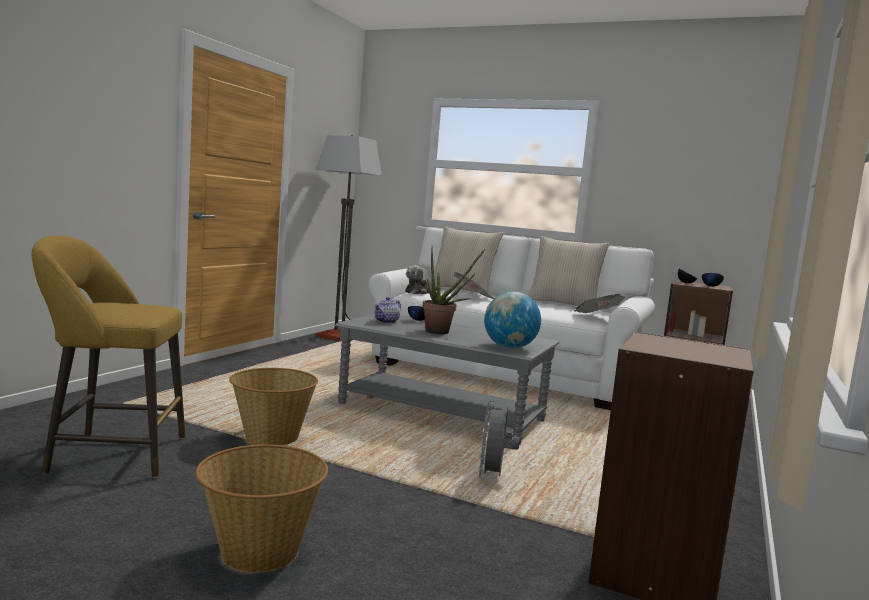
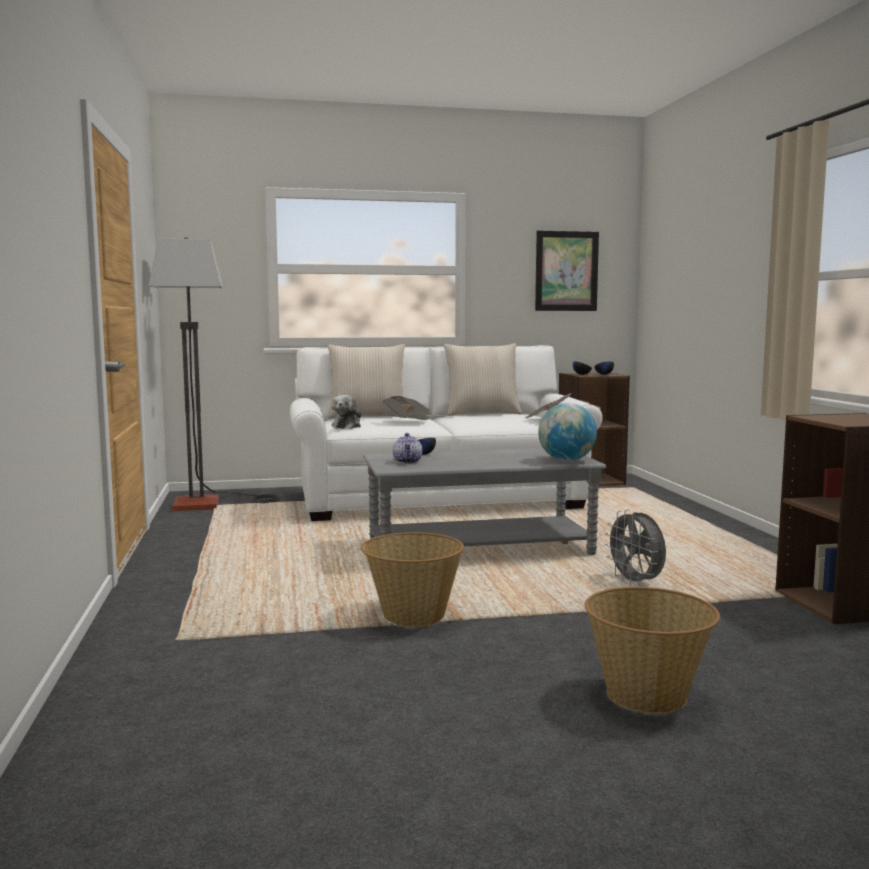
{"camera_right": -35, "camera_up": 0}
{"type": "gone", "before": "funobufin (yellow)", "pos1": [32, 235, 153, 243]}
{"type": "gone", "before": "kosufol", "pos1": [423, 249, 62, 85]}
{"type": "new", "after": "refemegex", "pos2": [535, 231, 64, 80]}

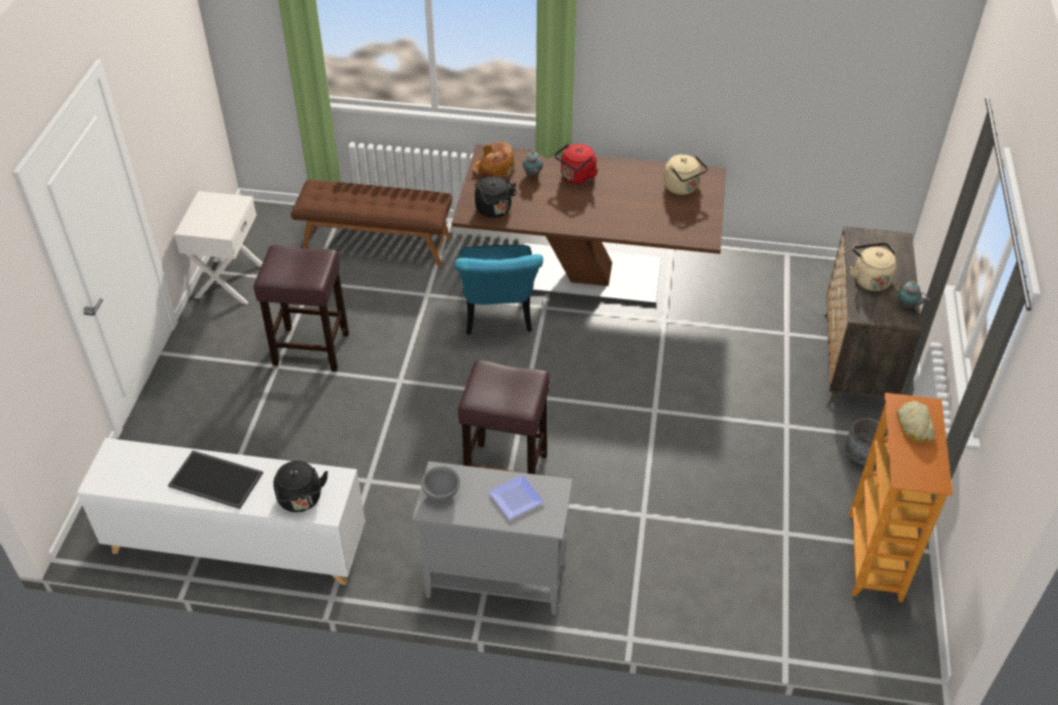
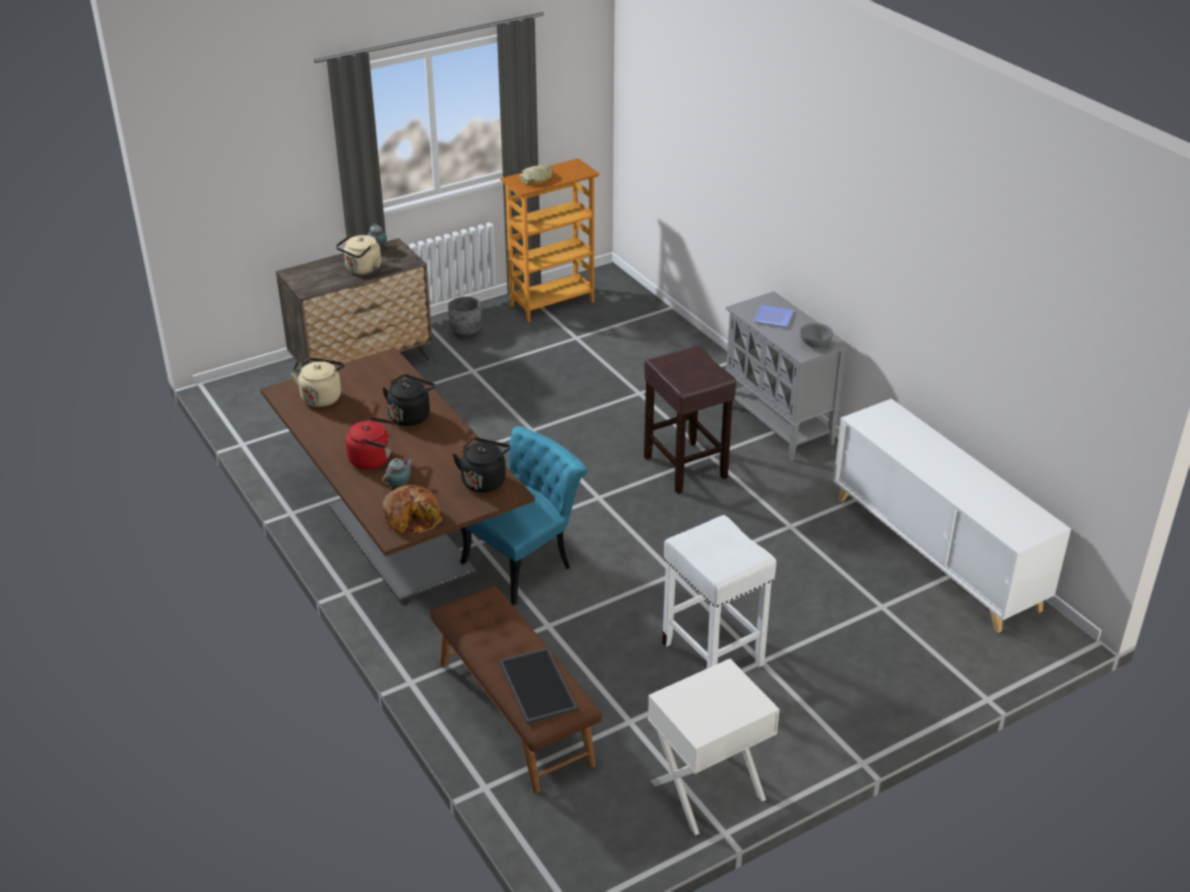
{"camera_right": -130, "camera_up": -10}
{"type": "shifted", "before": "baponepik", "pos1": [168, 450, 95, 59], "pos2": [499, 648, 79, 76]}
{"type": "repainted", "before": "funobufin (brown)", "after": "funobufin (white)", "pos1": [254, 245, 95, 127], "pos2": [662, 515, 114, 153]}
{"type": "shifted", "before": "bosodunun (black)", "pos1": [273, 461, 55, 51], "pos2": [382, 374, 54, 52]}

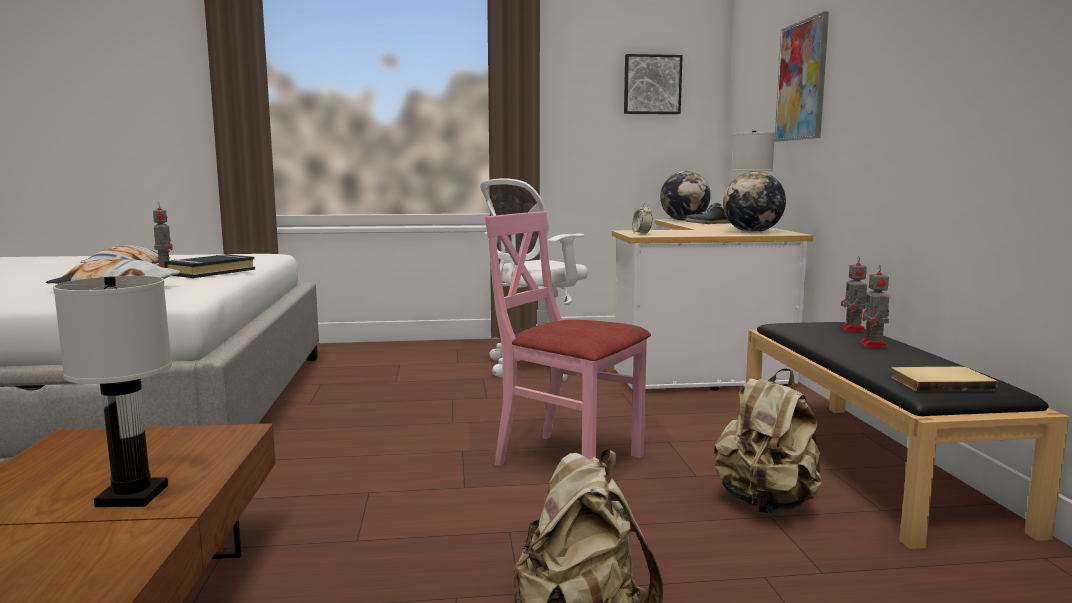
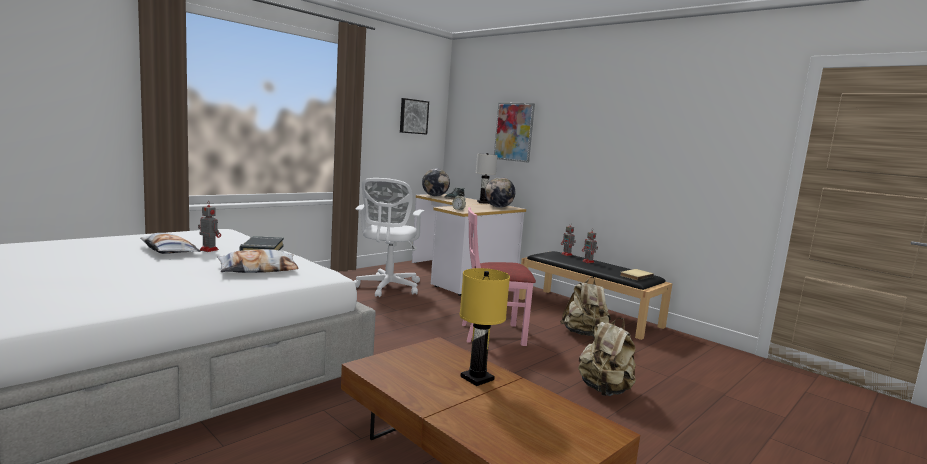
{"camera_right": -40, "camera_up": 0}
{"type": "repainted", "before": "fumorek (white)", "after": "fumorek (yellow)", "pos1": [53, 276, 119, 231], "pos2": [460, 268, 50, 118]}

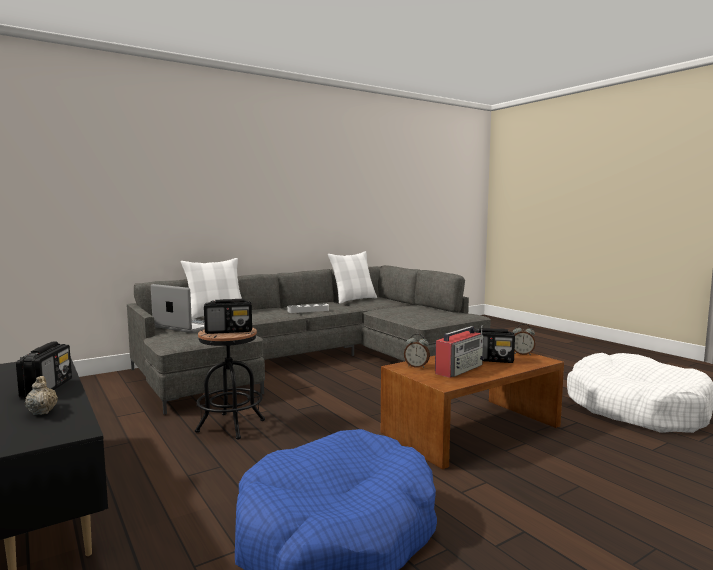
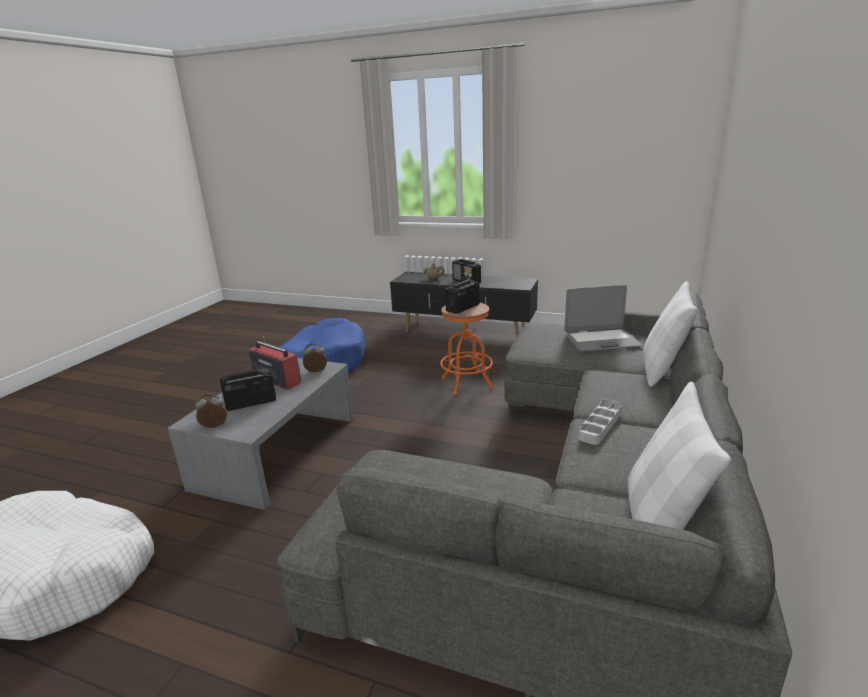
{"camera_right": 145, "camera_up": 15}
{"type": "repainted", "before": "funobufin (black)", "after": "funobufin (orange)", "pos1": [195, 327, 70, 113], "pos2": [440, 303, 53, 92]}
{"type": "repainted", "before": "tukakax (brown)", "after": "tukakax (grey)", "pos1": [381, 351, 183, 118], "pos2": [168, 358, 186, 152]}
{"type": "rotated", "before": "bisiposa", "pos1": [435, 325, 49, 53], "pos2": [249, 336, 52, 54], "turn": 120}

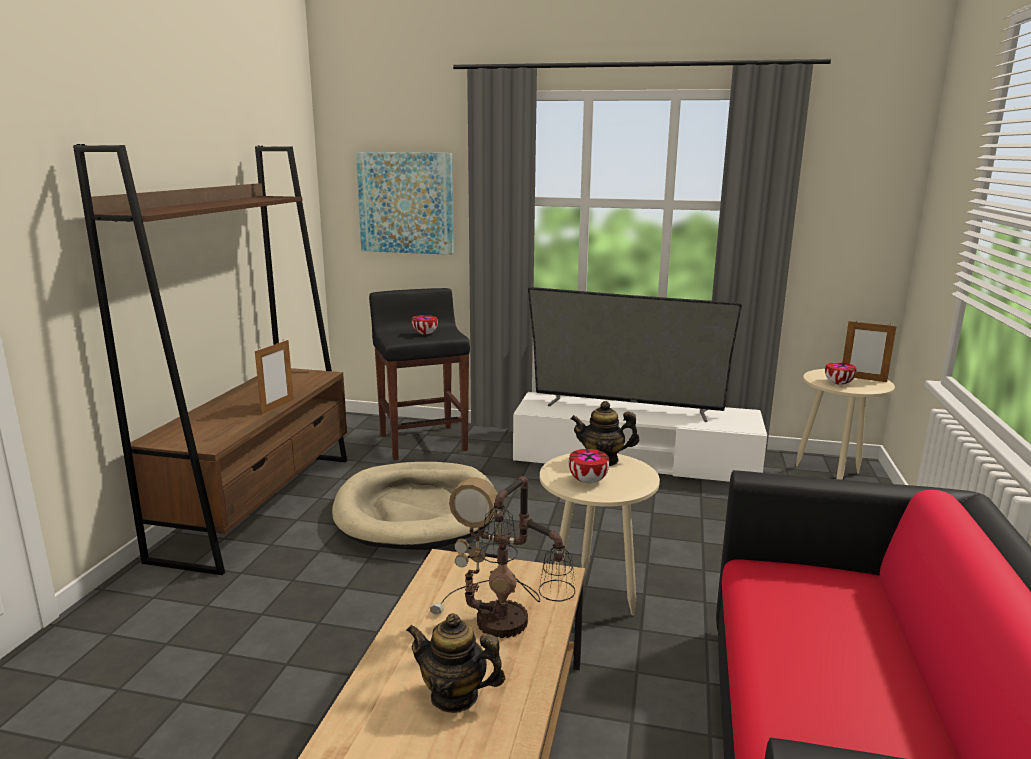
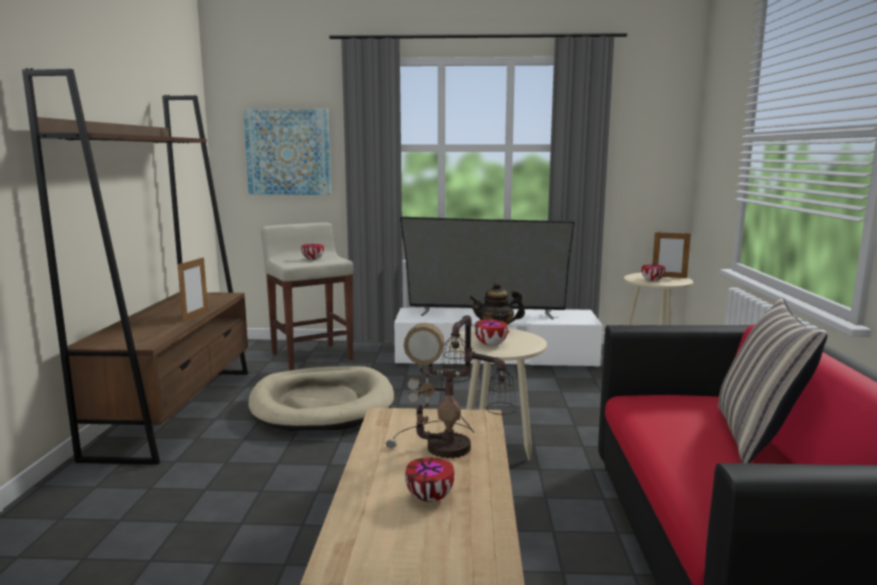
{"camera_right": -10, "camera_up": -5}
{"type": "repainted", "before": "funobufin (black)", "after": "funobufin (beige)", "pos1": [369, 288, 101, 172], "pos2": [261, 223, 92, 147]}
{"type": "swapped", "before": "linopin", "after": "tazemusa", "pos1": [406, 613, 99, 100], "pos2": [405, 457, 50, 45]}
{"type": "new", "after": "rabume", "pos2": [718, 297, 110, 166]}

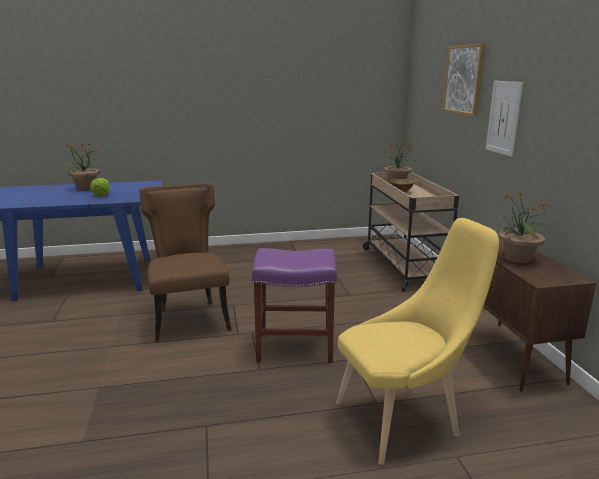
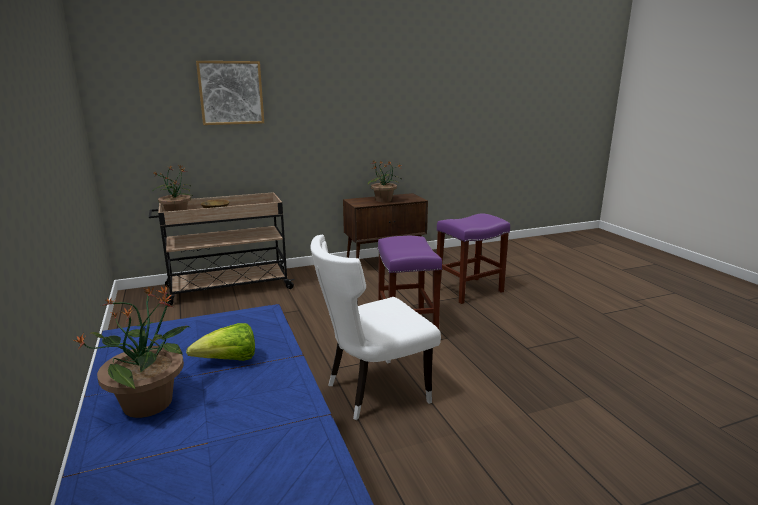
{"camera_right": -100, "camera_up": 0}
{"type": "repainted", "before": "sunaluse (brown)", "after": "sunaluse (white)", "pos1": [140, 183, 91, 159], "pos2": [310, 235, 131, 185]}
{"type": "swapped", "before": "sunaluse (yellow)", "after": "funobufin (purple)", "pos1": [336, 218, 163, 247], "pos2": [437, 213, 73, 91]}
{"type": "gone", "before": "refemegex", "pos1": [486, 81, 38, 76]}

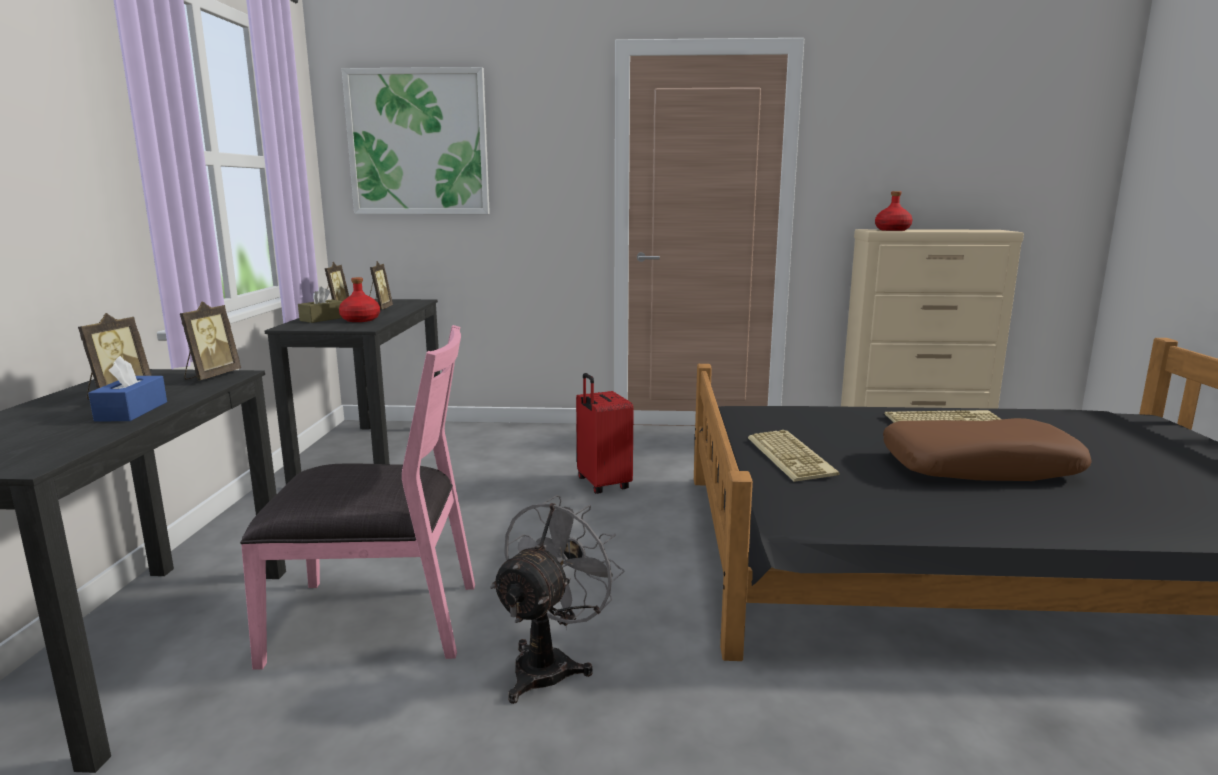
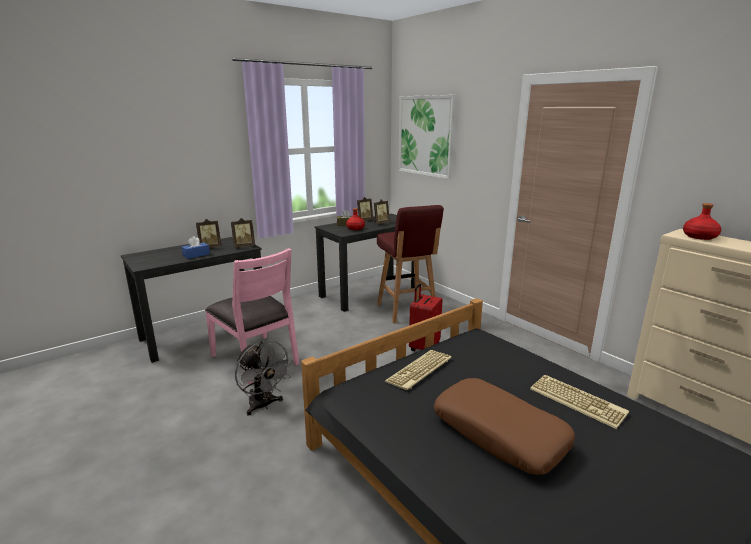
{"camera_right": 50, "camera_up": 5}
{"type": "rotated", "before": "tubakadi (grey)", "pos1": [490, 495, 134, 209], "pos2": [235, 340, 59, 76], "turn": 60}
{"type": "new", "after": "funobufin (red)", "pos2": [377, 205, 67, 119]}

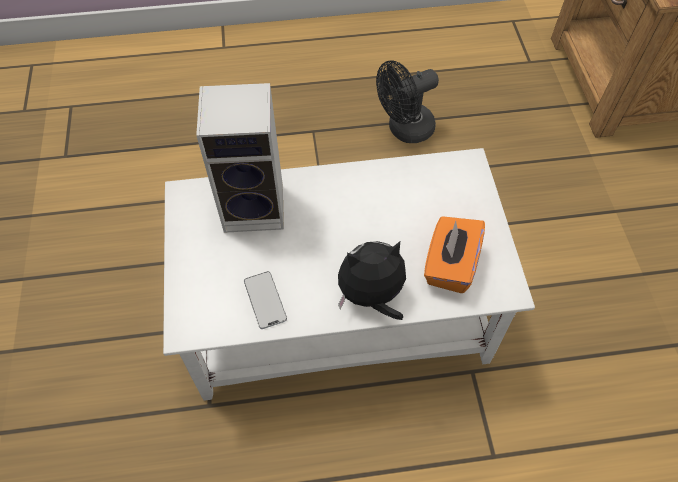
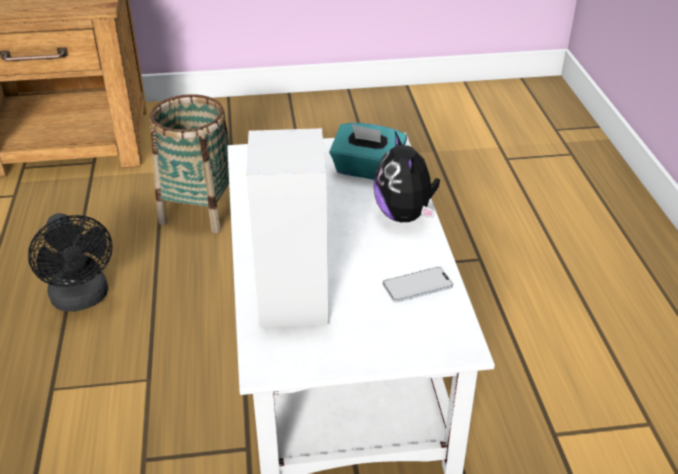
{"camera_right": -90, "camera_up": -20}
{"type": "repainted", "before": "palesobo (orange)", "after": "palesobo (turquoise)", "pos1": [424, 216, 61, 77], "pos2": [329, 123, 78, 57]}
{"type": "new", "after": "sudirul", "pos2": [150, 94, 80, 139]}

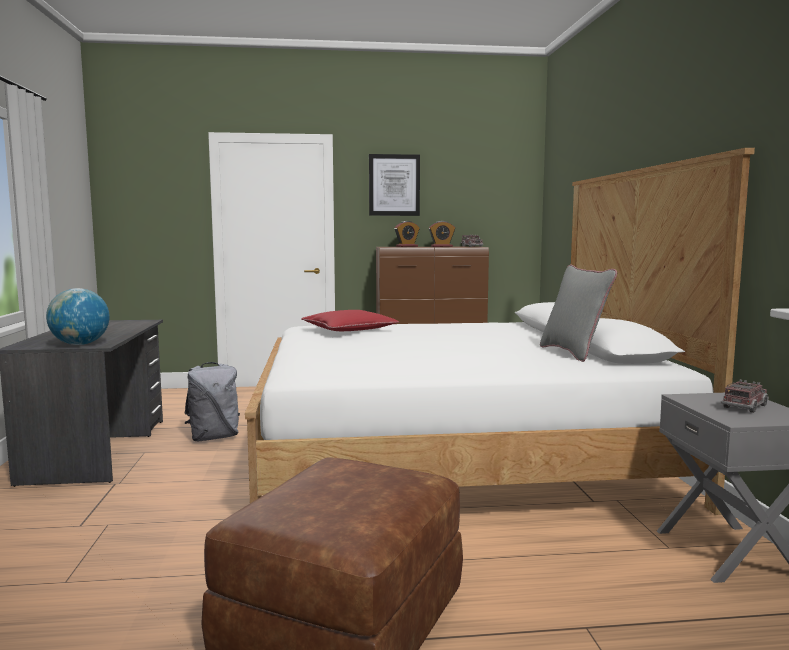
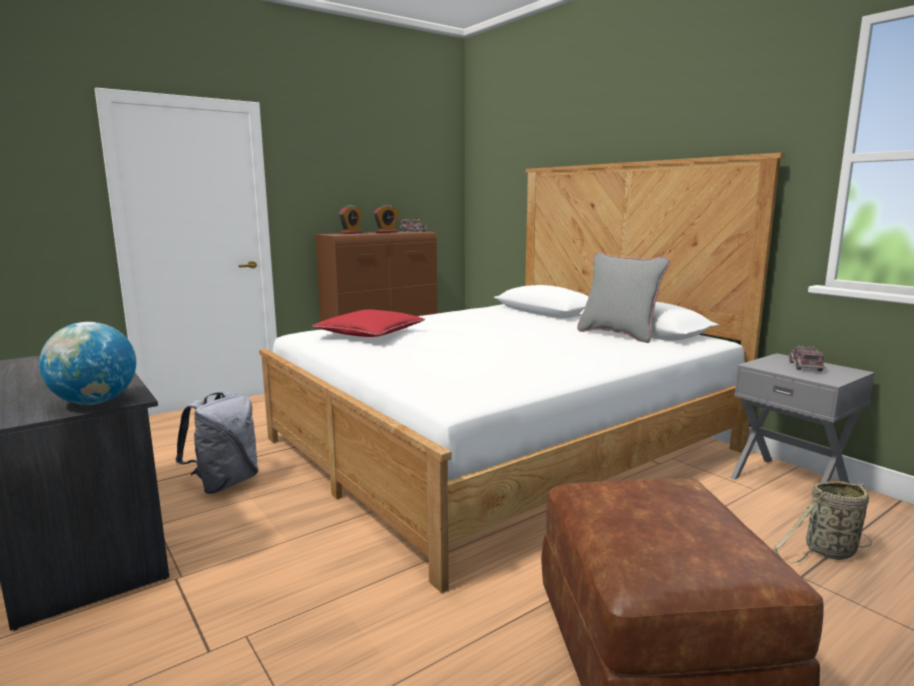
{"camera_right": -30, "camera_up": 5}
{"type": "gone", "before": "refemegex", "pos1": [369, 154, 51, 62]}
{"type": "new", "after": "sudirul", "pos2": [773, 481, 99, 82]}

